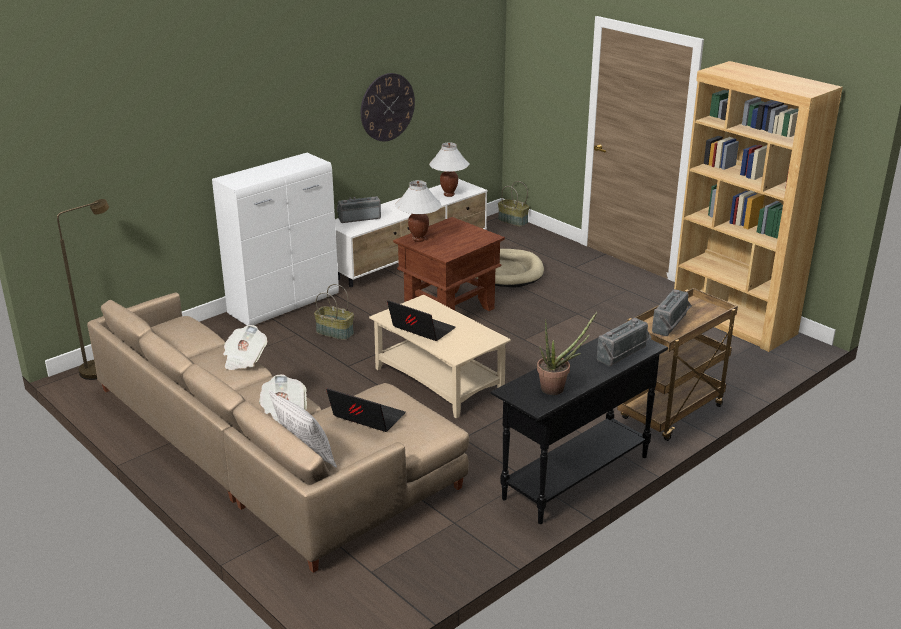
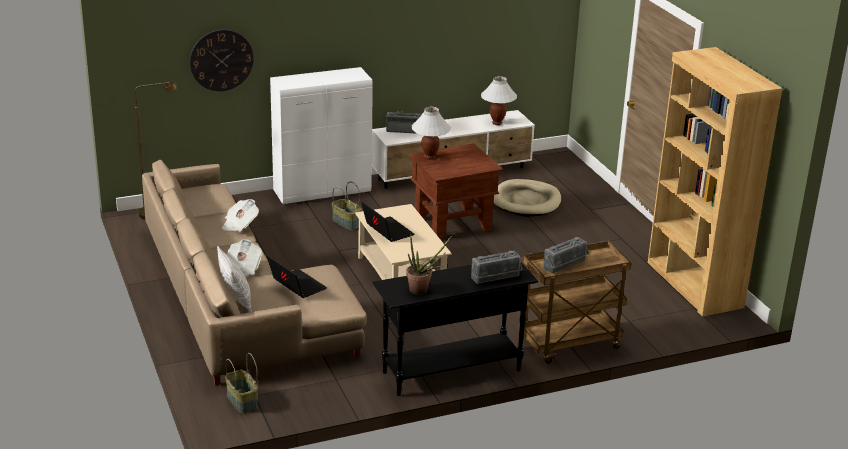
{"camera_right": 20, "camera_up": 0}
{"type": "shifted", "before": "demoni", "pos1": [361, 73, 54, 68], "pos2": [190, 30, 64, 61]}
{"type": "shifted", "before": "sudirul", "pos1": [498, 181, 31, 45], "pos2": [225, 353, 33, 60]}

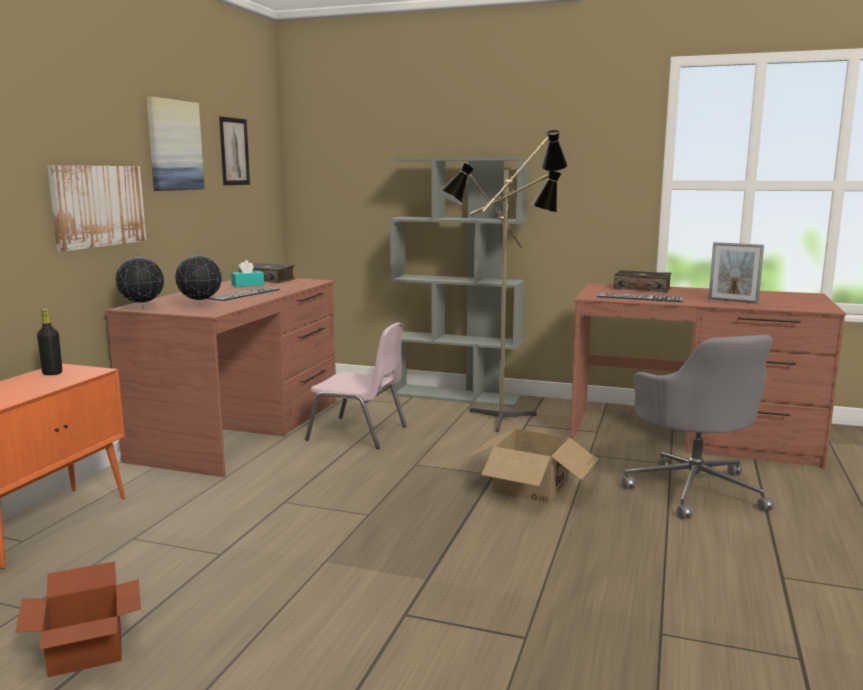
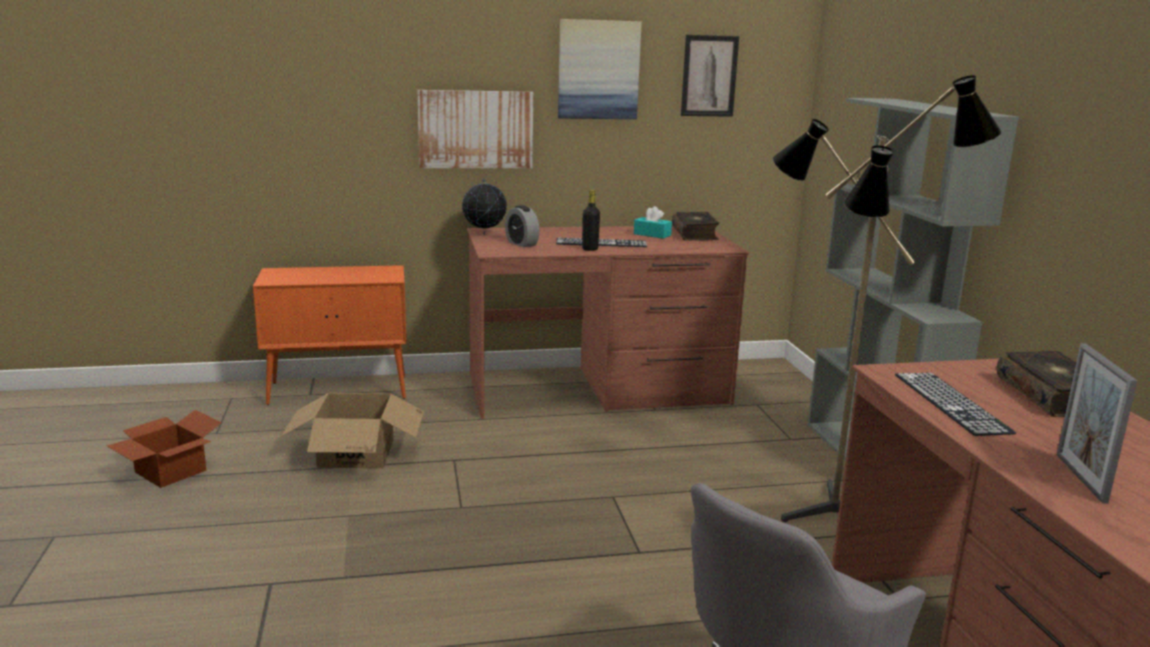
{"camera_right": 60, "camera_up": 5}
{"type": "shifted", "before": "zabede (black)", "pos1": [37, 309, 25, 66], "pos2": [582, 190, 18, 61]}
{"type": "swapped", "before": "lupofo", "after": "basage", "pos1": [175, 250, 47, 56], "pos2": [505, 205, 35, 42]}
{"type": "gone", "before": "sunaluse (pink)", "pos1": [305, 322, 101, 127]}
{"type": "shifted", "before": "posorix", "pos1": [465, 429, 133, 75], "pos2": [281, 393, 143, 75]}

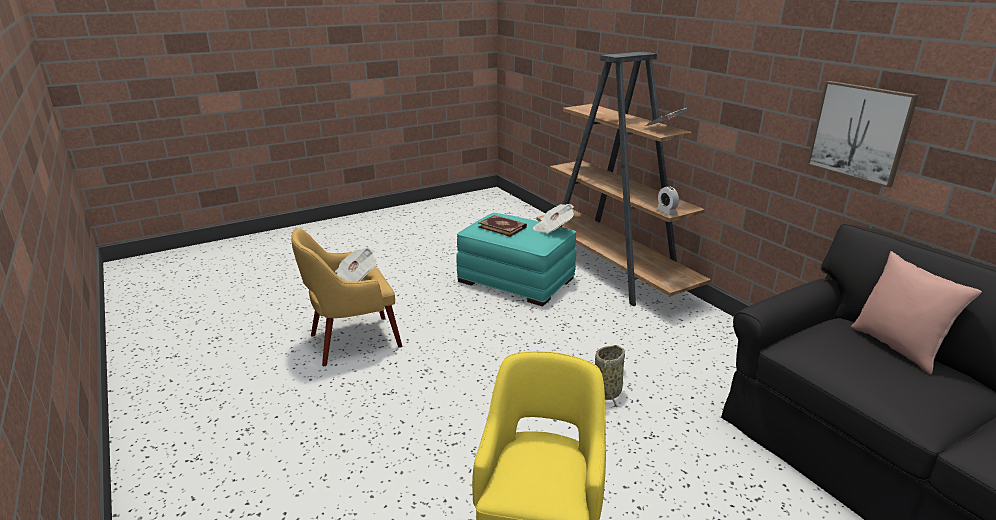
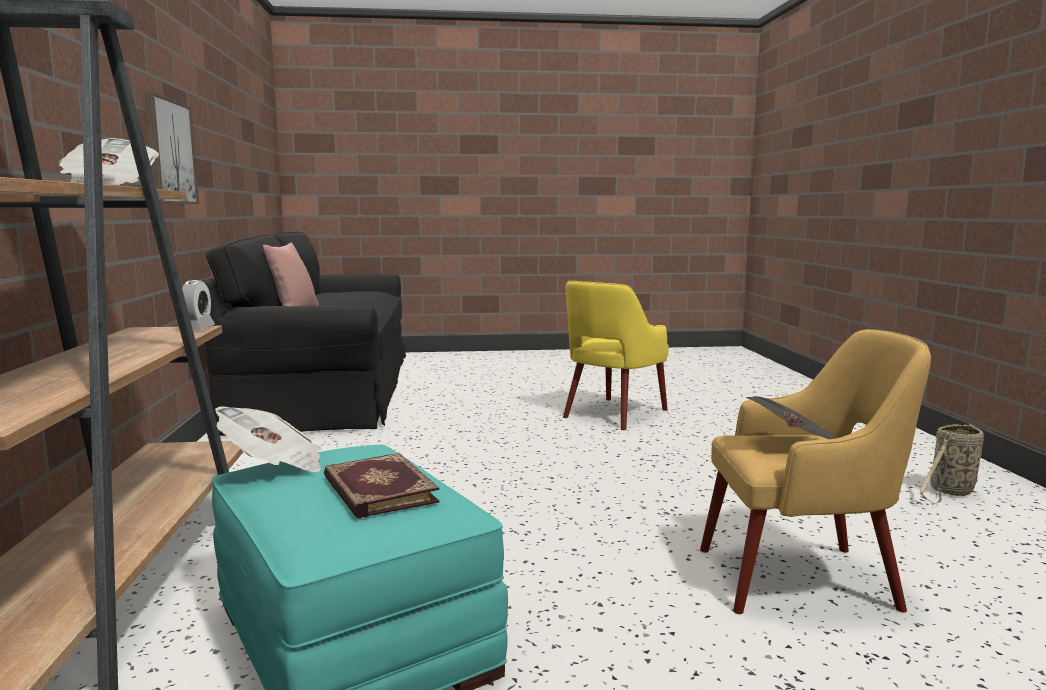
{"camera_right": -155, "camera_up": -15}
{"type": "shifted", "before": "sudirul", "pos1": [595, 345, 30, 63], "pos2": [920, 424, 64, 79]}

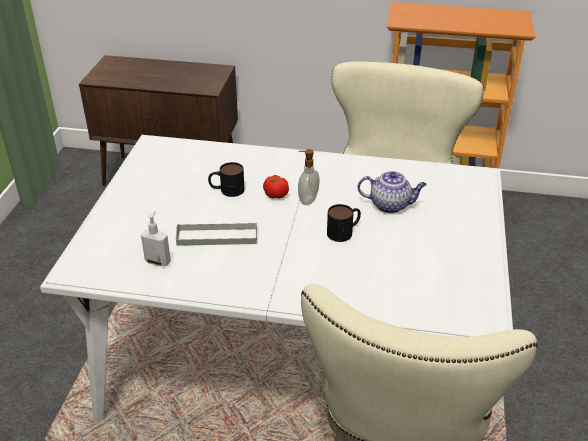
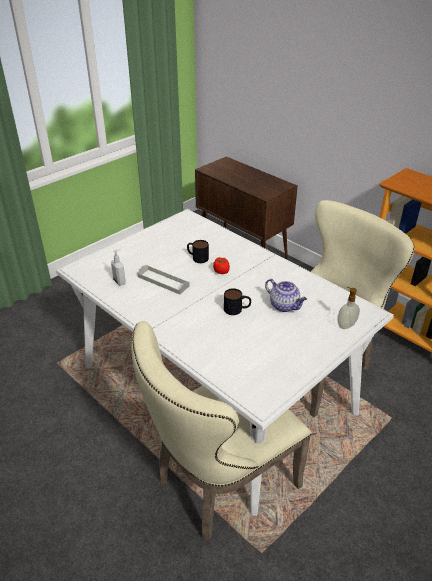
{"camera_right": 35, "camera_up": 0}
{"type": "shifted", "before": "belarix", "pos1": [298, 149, 21, 56], "pos2": [338, 287, 22, 42]}

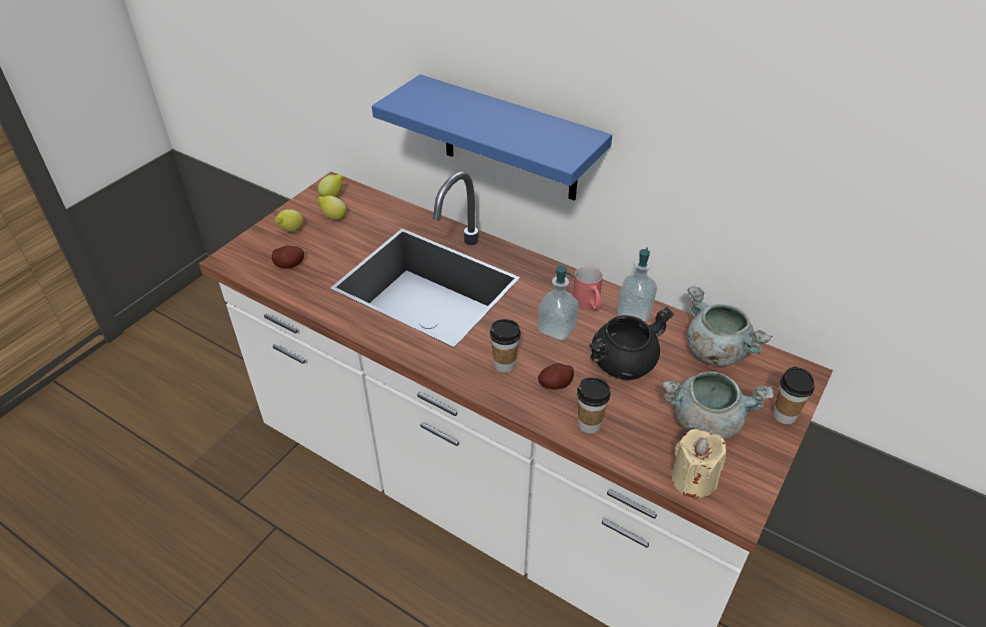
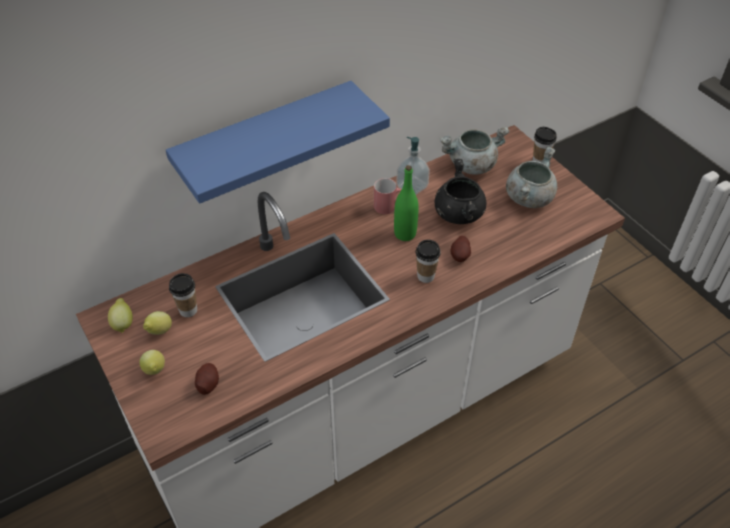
{"camera_right": -65, "camera_up": 5}
{"type": "swapped", "before": "belarix", "after": "zabede (green)", "pos1": [537, 266, 42, 75], "pos2": [394, 165, 25, 76]}
{"type": "shifted", "before": "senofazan", "pos1": [577, 377, 34, 56], "pos2": [169, 273, 28, 44]}
{"type": "gone", "before": "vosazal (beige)", "pos1": [672, 429, 54, 69]}

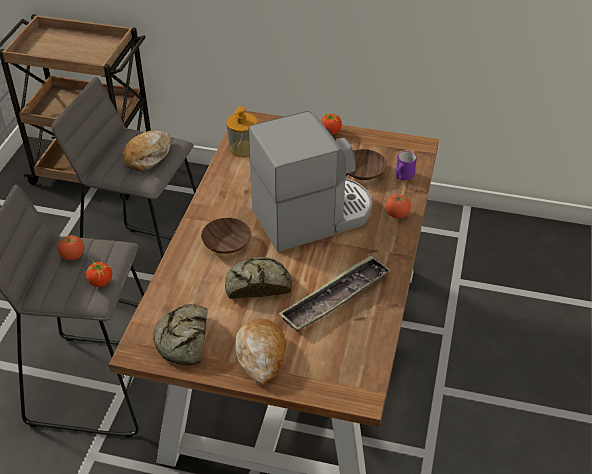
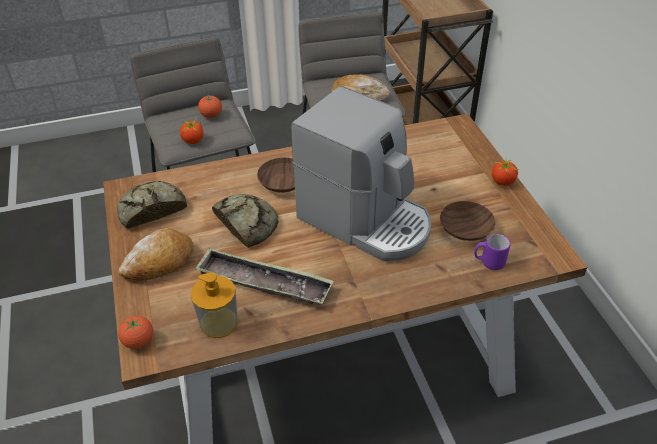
{"camera_right": 60, "camera_up": 0}
{"type": "shifted", "before": "belarix", "pos1": [226, 106, 31, 51], "pos2": [191, 273, 47, 65]}
{"type": "shifted", "before": "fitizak", "pos1": [385, 194, 26, 25], "pos2": [118, 316, 35, 33]}

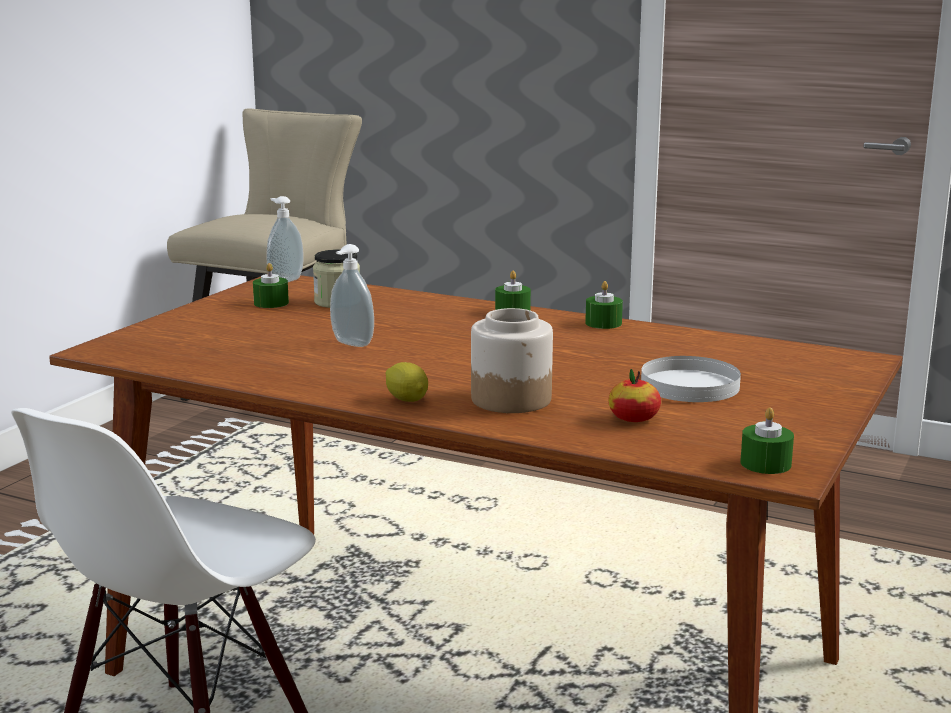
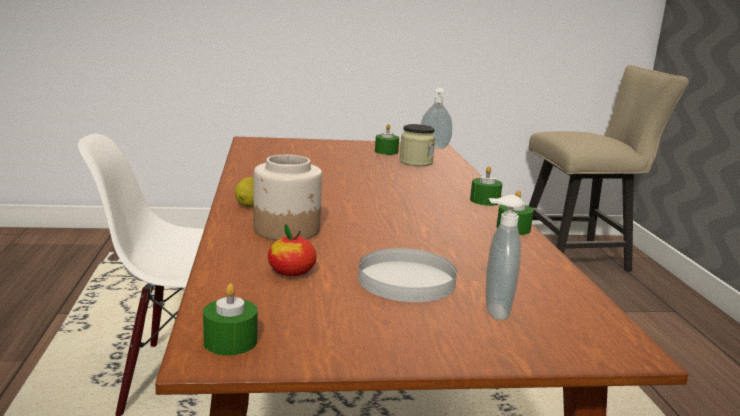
{"camera_right": 55, "camera_up": 0}
{"type": "shifted", "before": "belarix", "pos1": [330, 244, 44, 103], "pos2": [486, 195, 37, 125]}

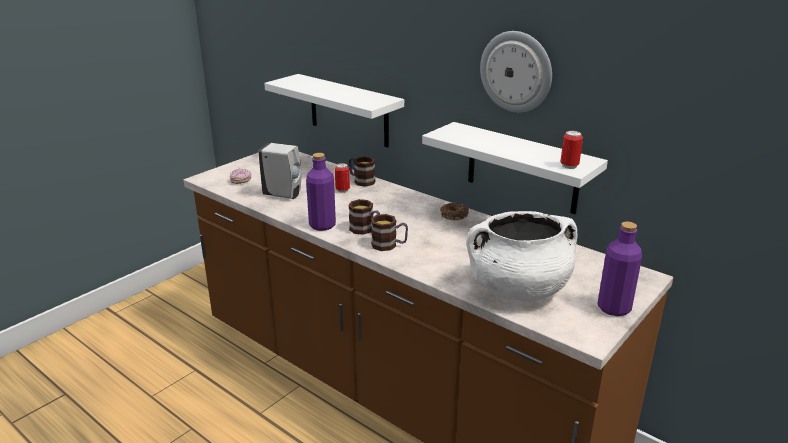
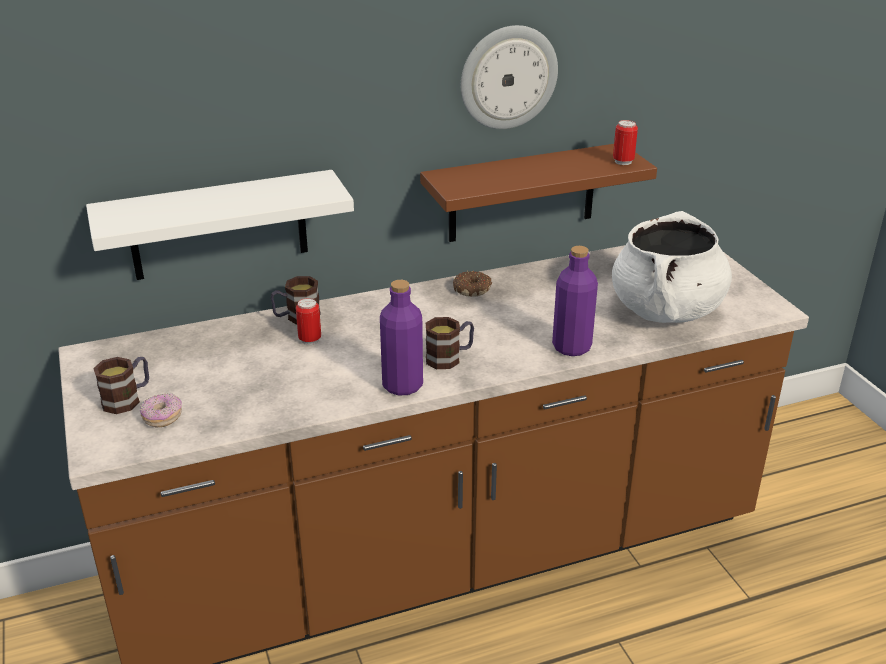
{"camera_right": -60, "camera_up": 5}
{"type": "gone", "before": "belarix (white)", "pos1": [258, 143, 44, 56]}
{"type": "shifted", "before": "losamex", "pos1": [371, 214, 37, 37], "pos2": [93, 357, 56, 57]}
{"type": "repainted", "before": "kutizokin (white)", "after": "kutizokin (brown)", "pos1": [422, 122, 186, 92], "pos2": [420, 144, 237, 98]}
{"type": "shifted", "before": "zabede (purple)", "pos1": [597, 221, 45, 95], "pos2": [552, 246, 46, 110]}

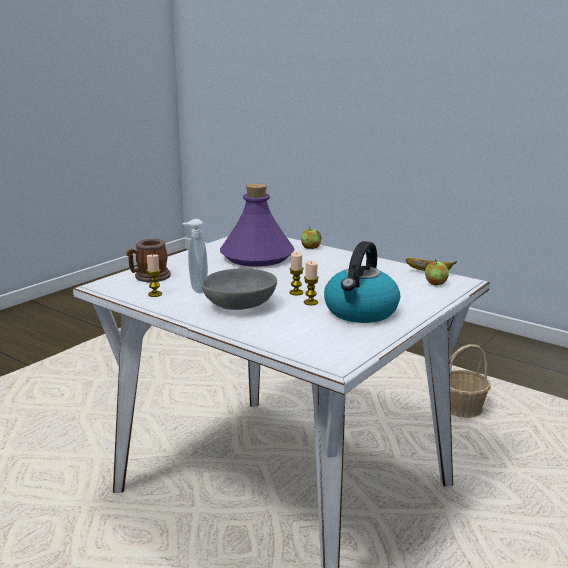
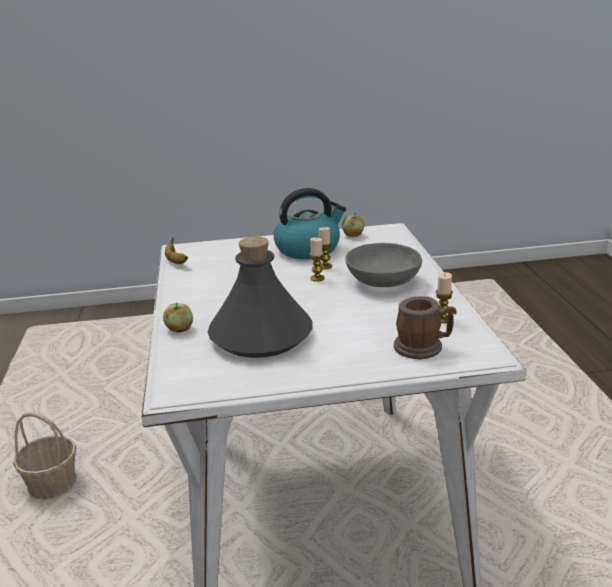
{"camera_right": -135, "camera_up": 5}
{"type": "gone", "before": "belarix", "pos1": [183, 219, 25, 74]}
{"type": "repainted", "before": "zabede (purple)", "after": "zabede (grey)", "pos1": [220, 183, 75, 84], "pos2": [208, 236, 105, 122]}
{"type": "shifted", "before": "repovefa", "pos1": [425, 260, 24, 25], "pos2": [342, 213, 22, 24]}

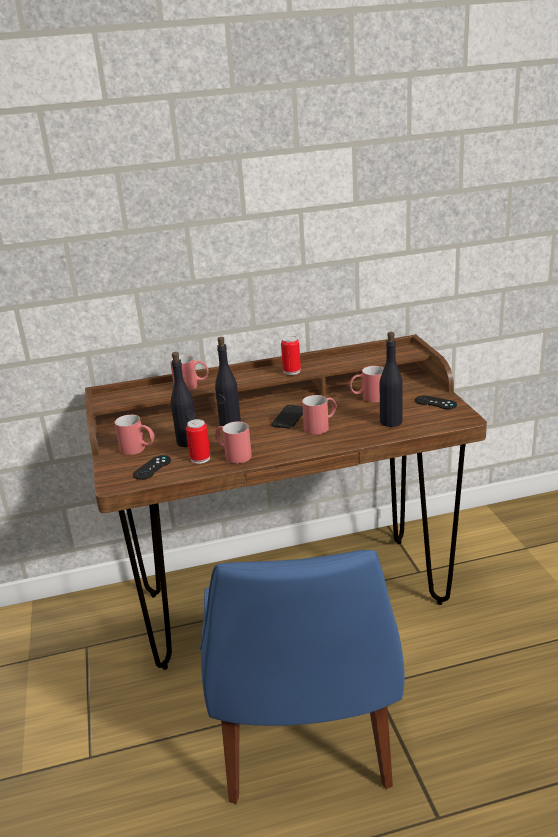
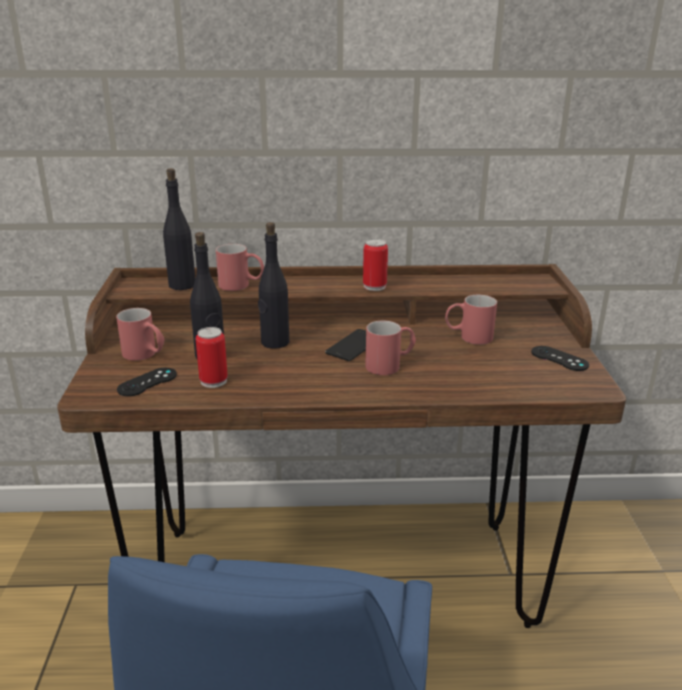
{"camera_right": 10, "camera_up": 0}
{"type": "gone", "before": "losamex (red)", "pos1": [215, 422, 37, 42]}
{"type": "shifted", "before": "zabede (black)", "pos1": [380, 332, 23, 95], "pos2": [163, 168, 32, 122]}

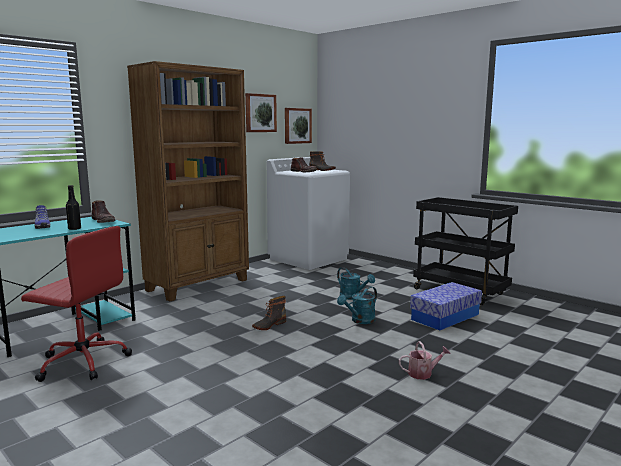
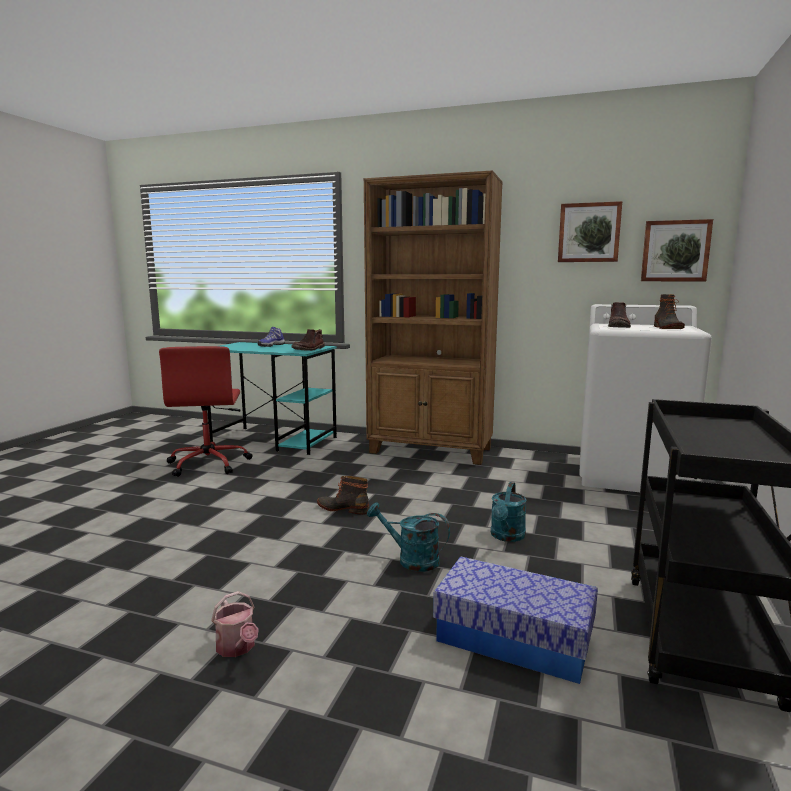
{"camera_right": 65, "camera_up": 0}
{"type": "gone", "before": "zabede (black)", "pos1": [66, 185, 15, 45]}

